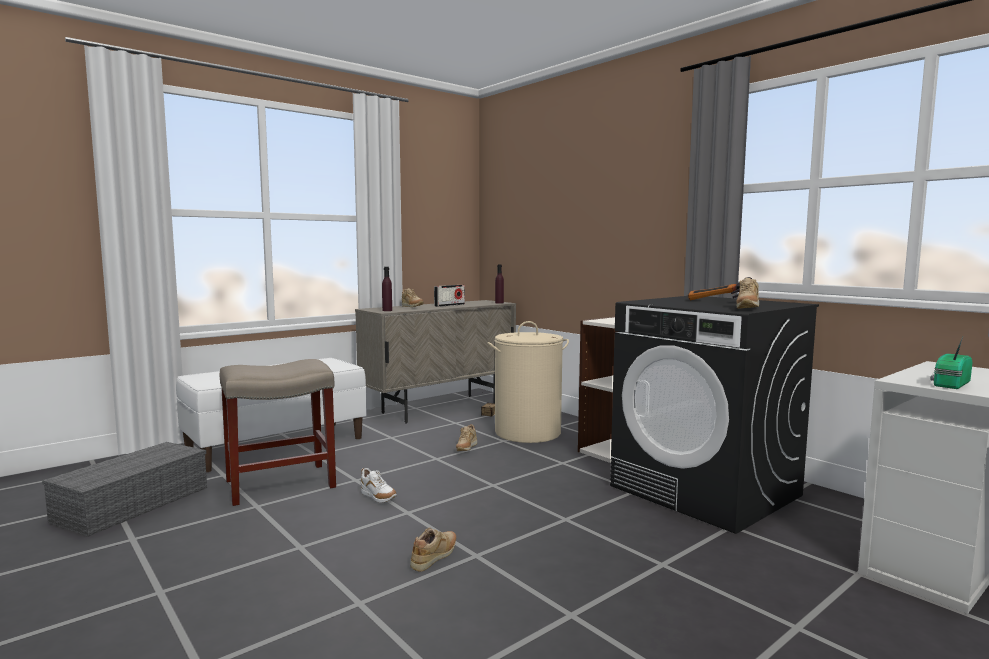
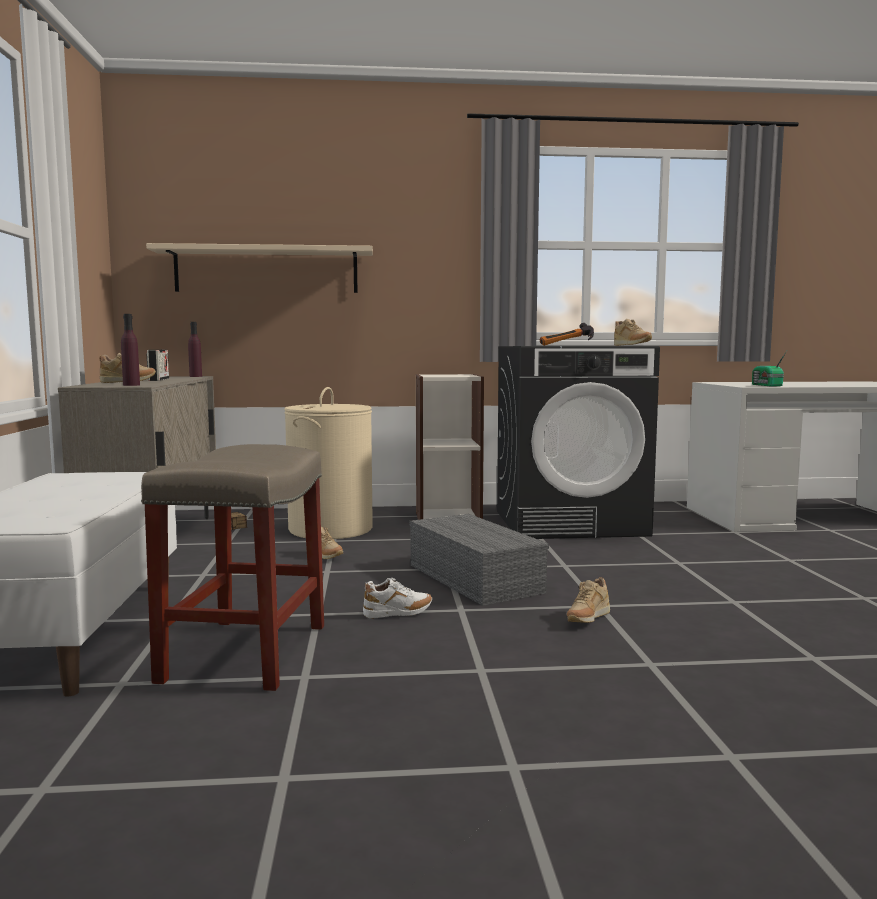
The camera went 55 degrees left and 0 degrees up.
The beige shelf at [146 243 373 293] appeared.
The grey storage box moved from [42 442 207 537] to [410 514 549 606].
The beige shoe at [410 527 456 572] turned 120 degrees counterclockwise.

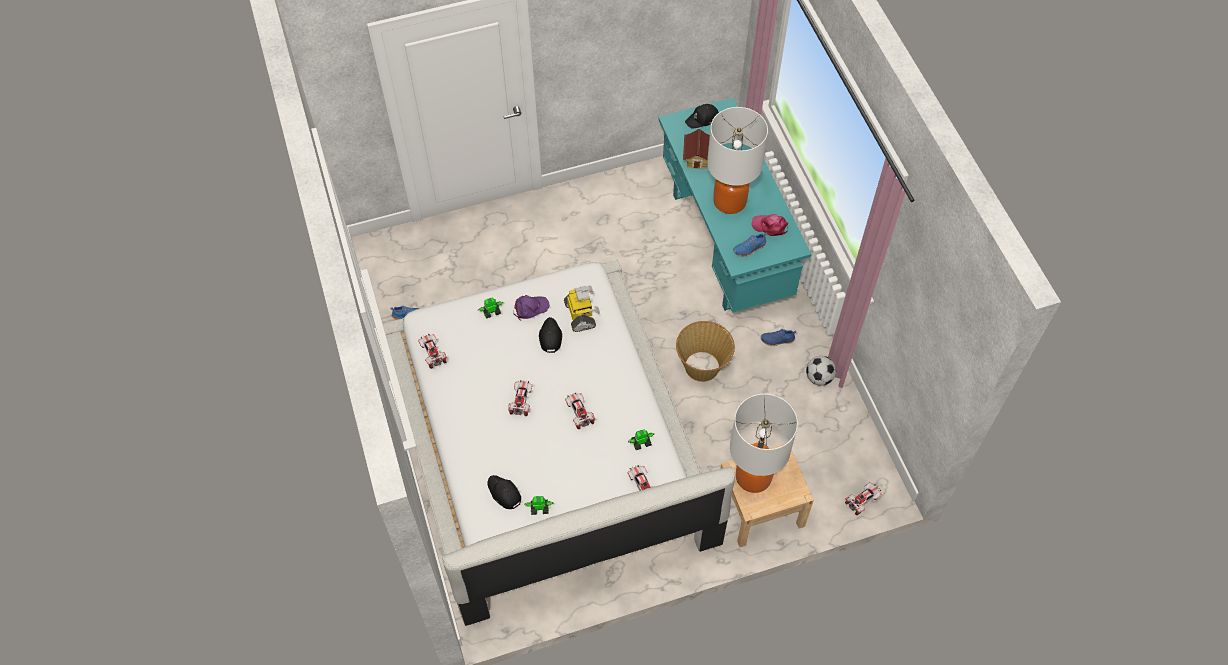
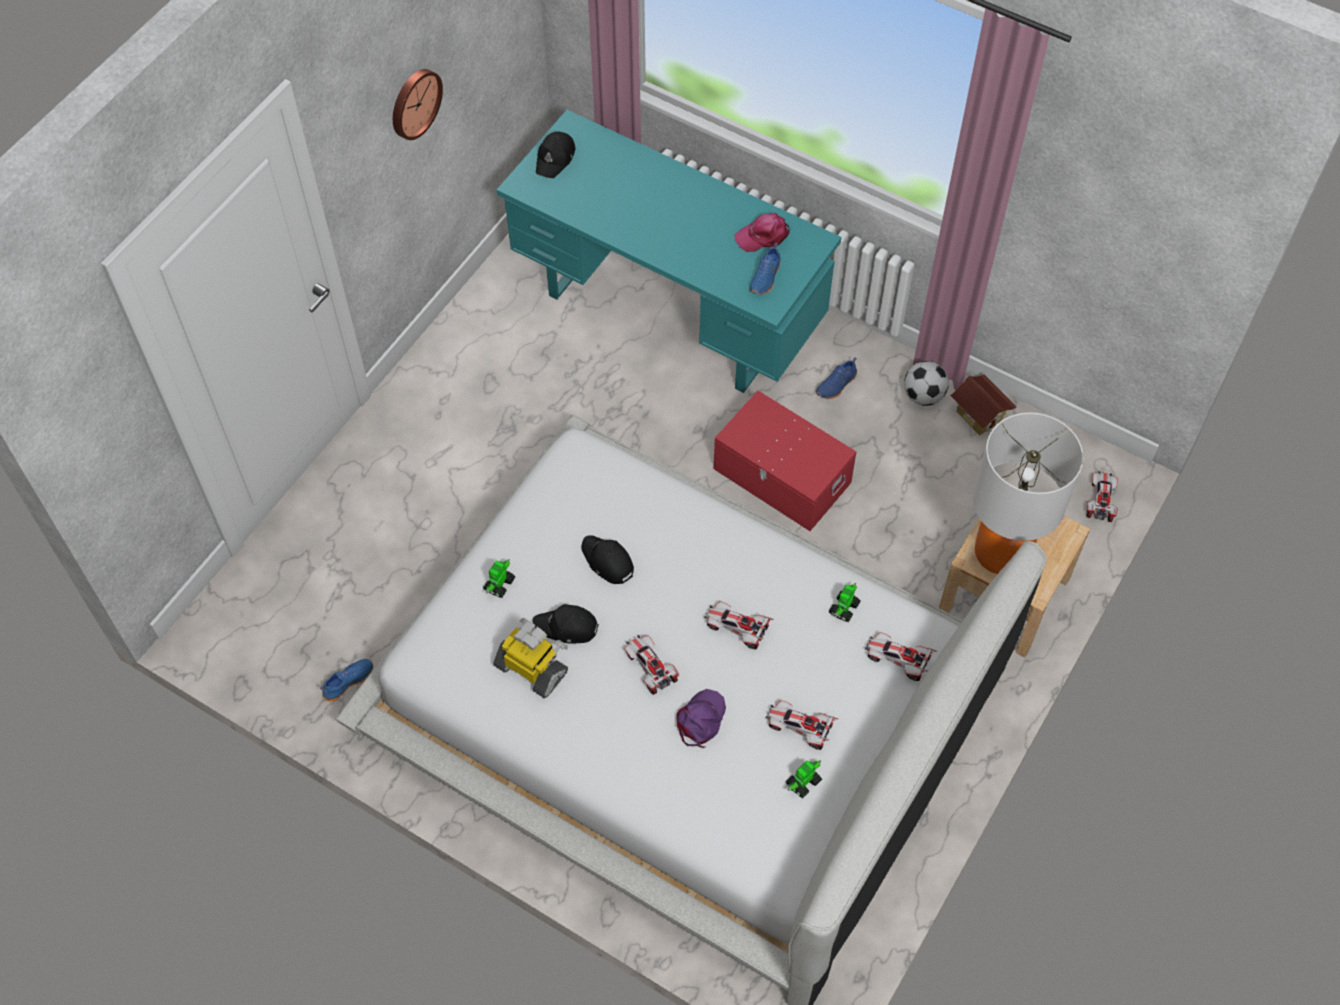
The camera went 40 degrees left and 0 degrees up.
The table lamp at [707 107 768 214] disappeared.
The wall clock at [393 69 443 140] appeared.
The toy car moved from [418 334 447 369] to [766 700 839 750].
The black cap moved from [488 475 521 509] to [533 604 599 643].
The purple cap moved from [513 295 550 320] to [676 689 726 748].
The toy robot moved from [564 285 600 332] to [493 618 568 698].
The toy house moved from [683 129 710 169] to [950 374 1016 435].
The basket at [676 321 735 382] was replaced by the red storage box at [714 391 856 531].

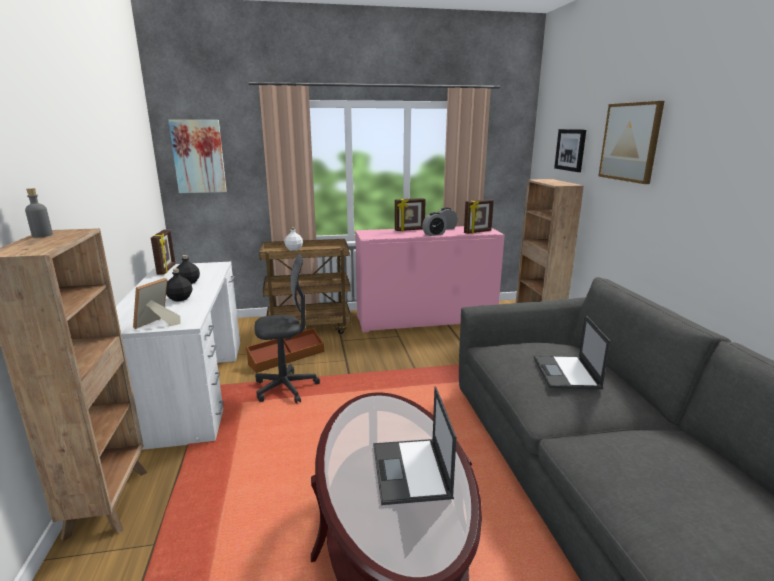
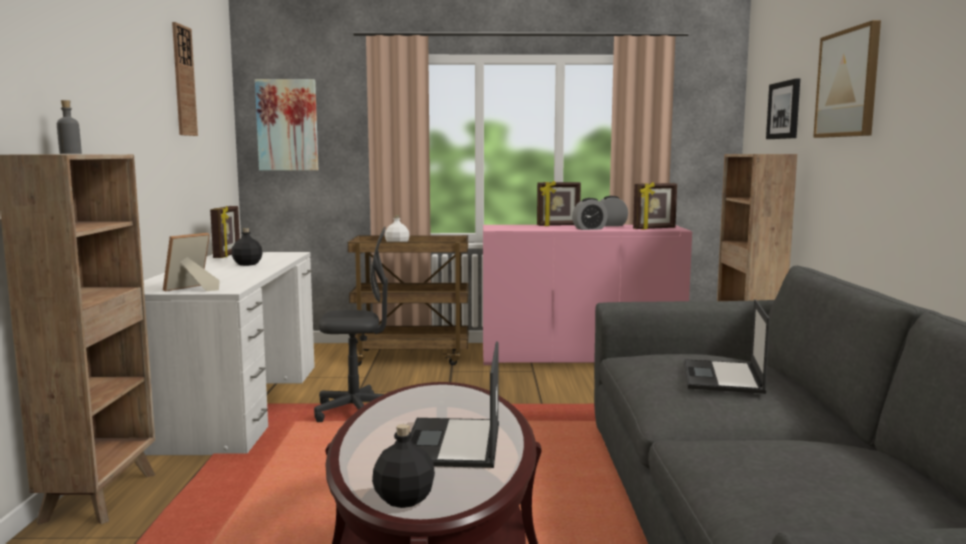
The camera went 10 degrees right and 10 degrees down.
The brown storage box at [246 328 324 373] disappeared.
The wall clock at [172 22 198 136] appeared.
The black bottle moved from [166 268 192 301] to [372 424 435 508].

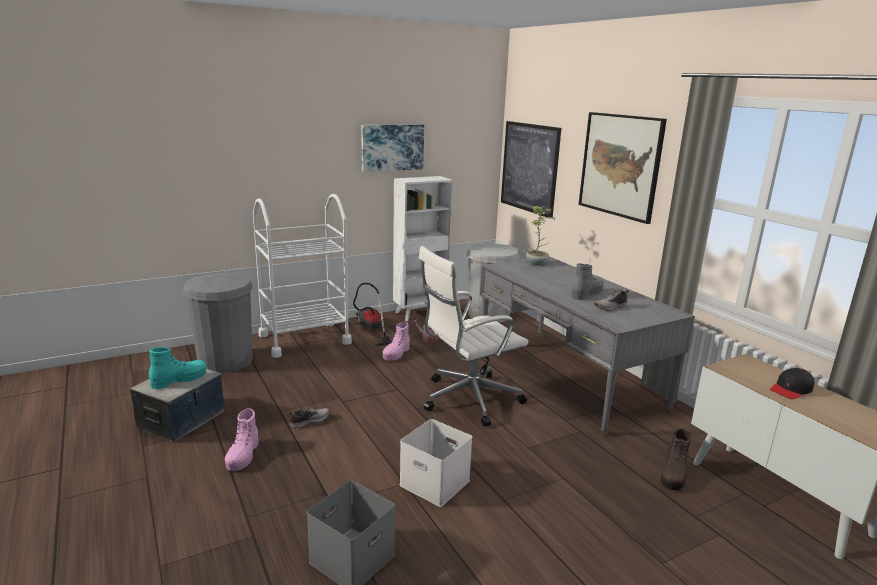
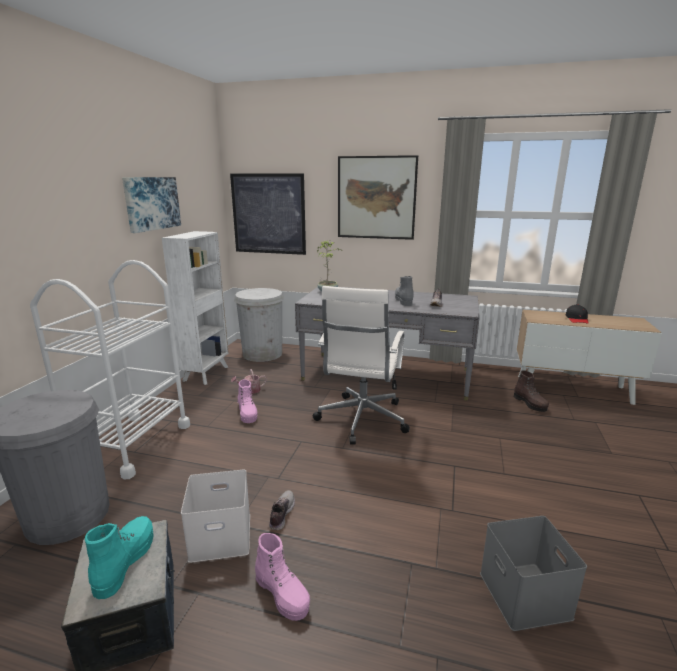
The camera went 45 degrees left and 0 degrees up.
The vacuum cleaner at [353 283 393 346] disappeared.
The white storage box moved from [399 419 472 507] to [181 470 250 563].

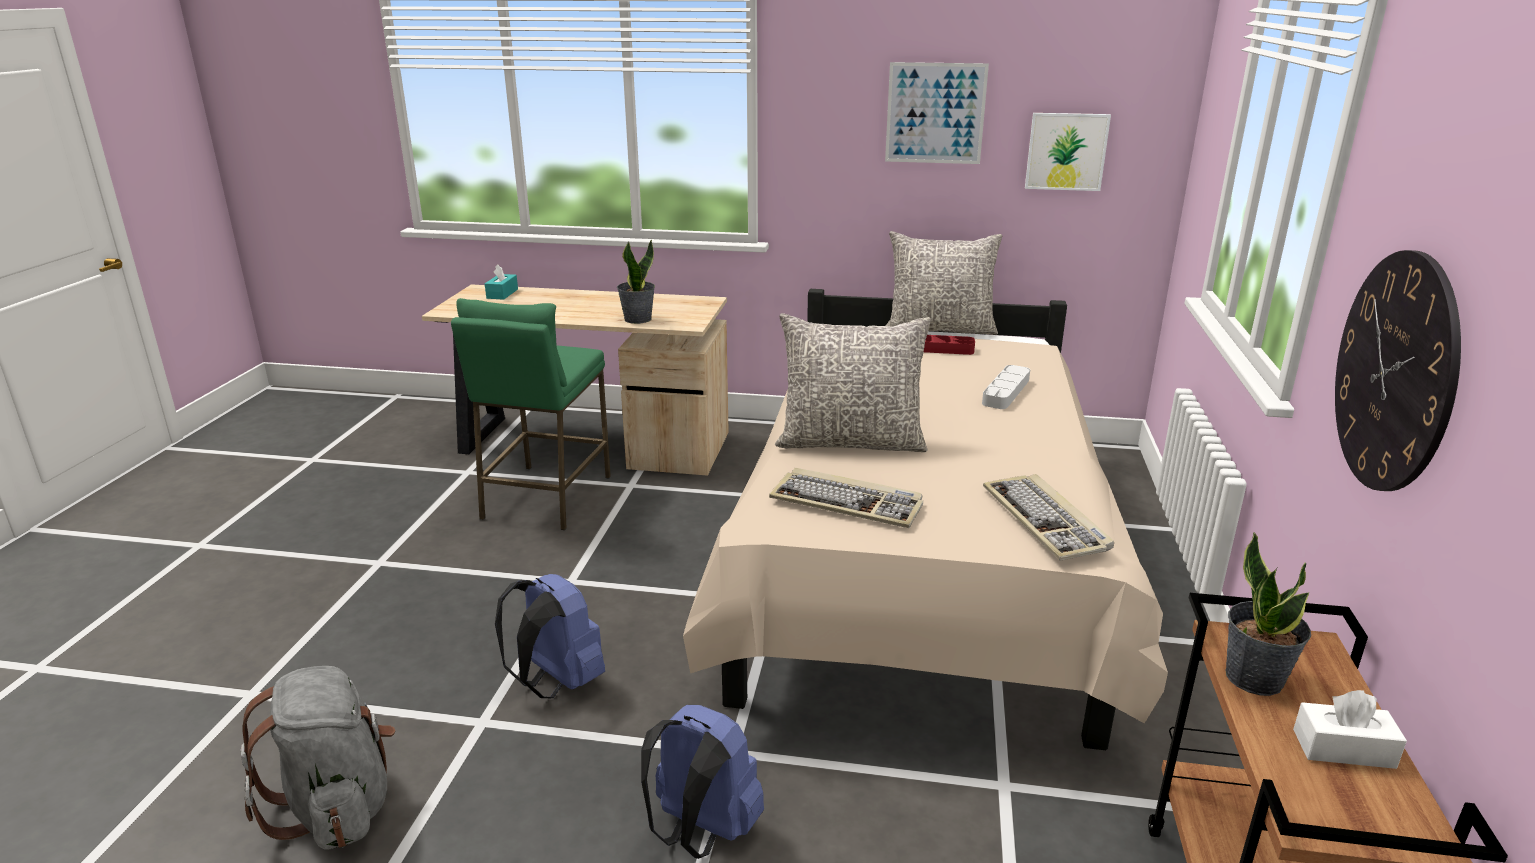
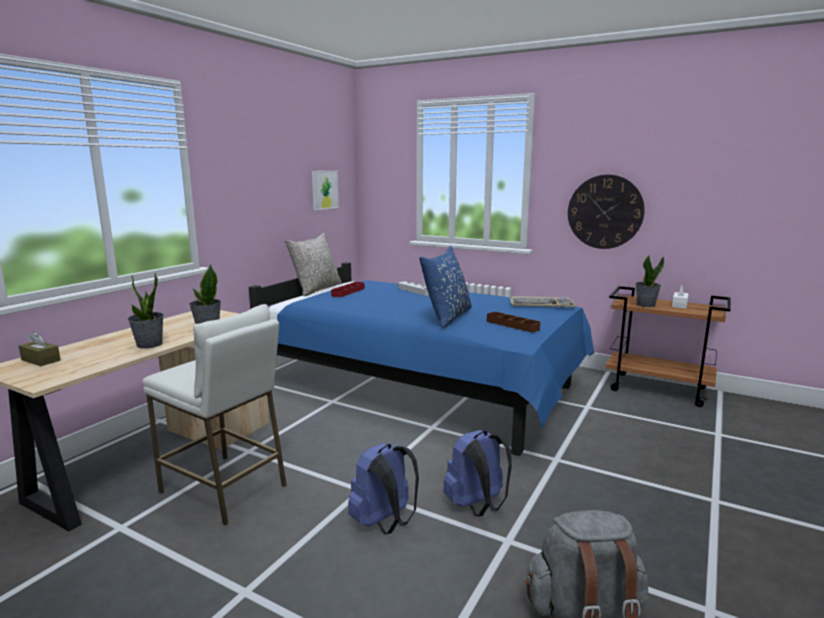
The camera went 70 degrees left and 10 degrees down.
The picture at [885 62 989 164] disappeared.
The potted plant at [128 272 164 349] appeared.
The blue backpack moved from [641 705 764 859] to [348 443 419 534].
The keyboard at [769 468 923 528] was replaced by the brown tray at [487 312 540 332].
The green stool at [451 298 611 530] became the white stool at [142 304 287 525].
The turquoise tissue box at [485 264 518 300] became the brown tissue box at [19 331 60 366].
The beige bed at [683 289 1168 750] became the blue bed at [249 262 594 456].
The grey pillow at [775 313 931 452] became the blue pillow at [419 246 472 328].

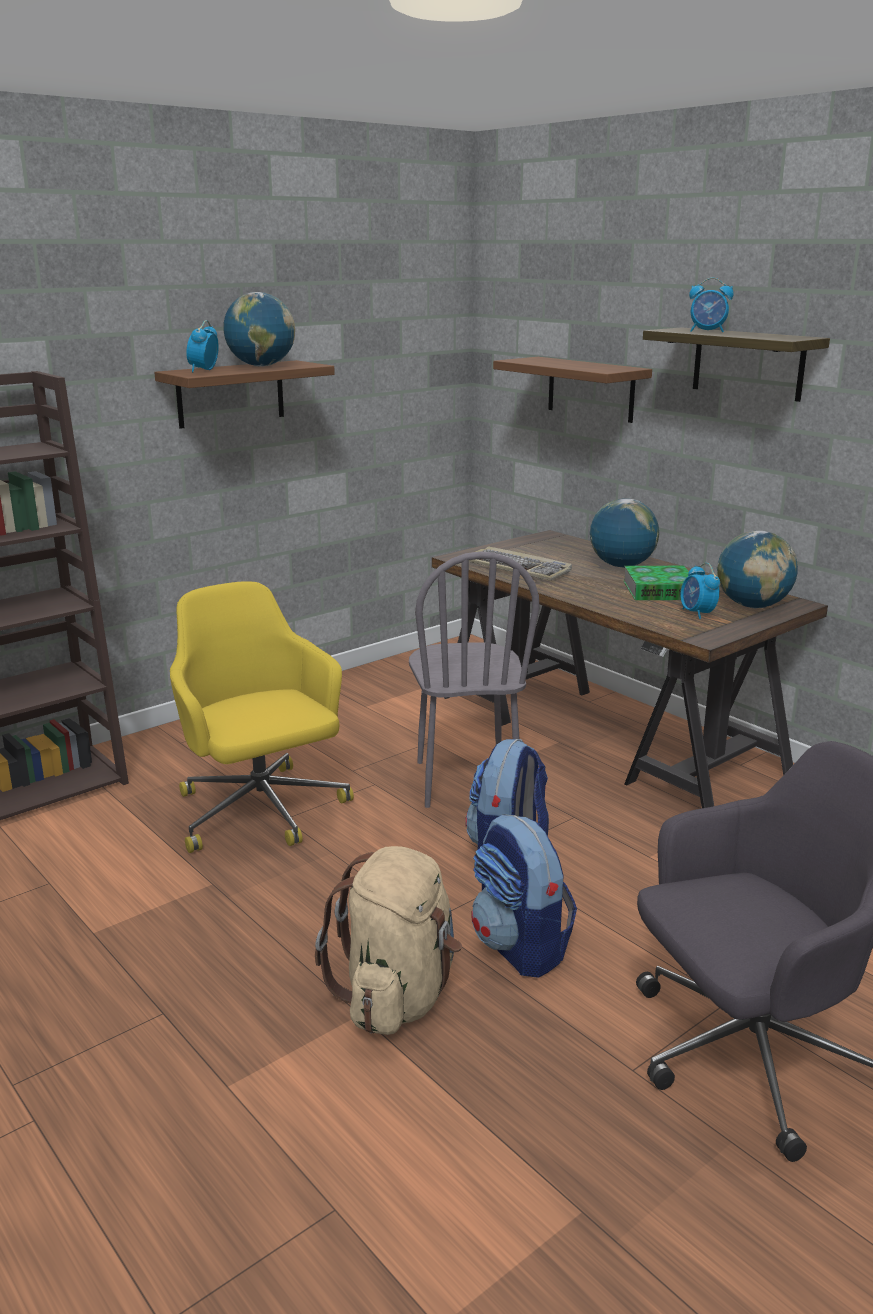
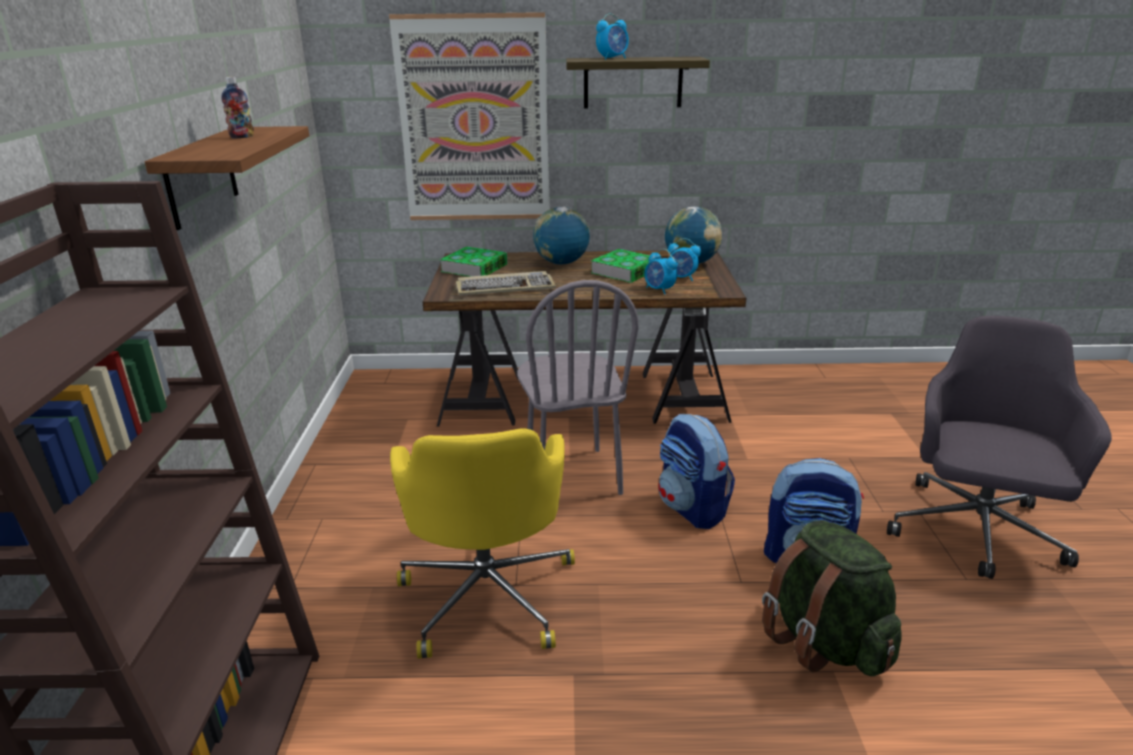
The camera went 50 degrees left and 5 degrees up.
The book at [440 247 508 277] appeared.
The alarm clock moved from [186 320 219 372] to [645 249 678 294].
The globe at [223 292 295 367] was replaced by the bottle at [221 77 254 138].
The shelf at [493 357 652 423] was replaced by the picture at [389 12 550 220].
The beige backpack at [315 846 462 1035] became the green backpack at [762 520 902 676].
The yellow office chair at [170 581 354 853] turned 105 degrees counterclockwise.
The grey chair at [409 551 540 808] turned 45 degrees clockwise.

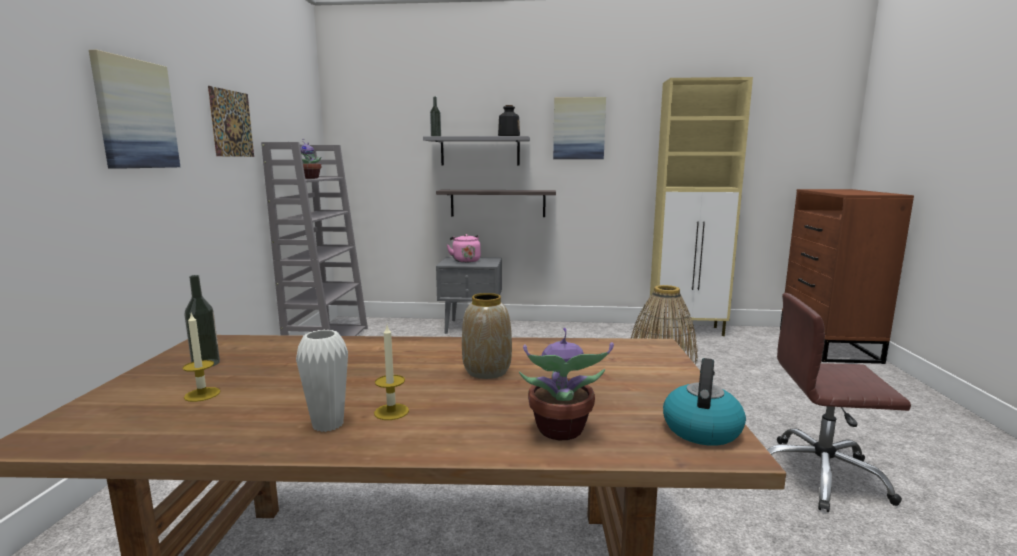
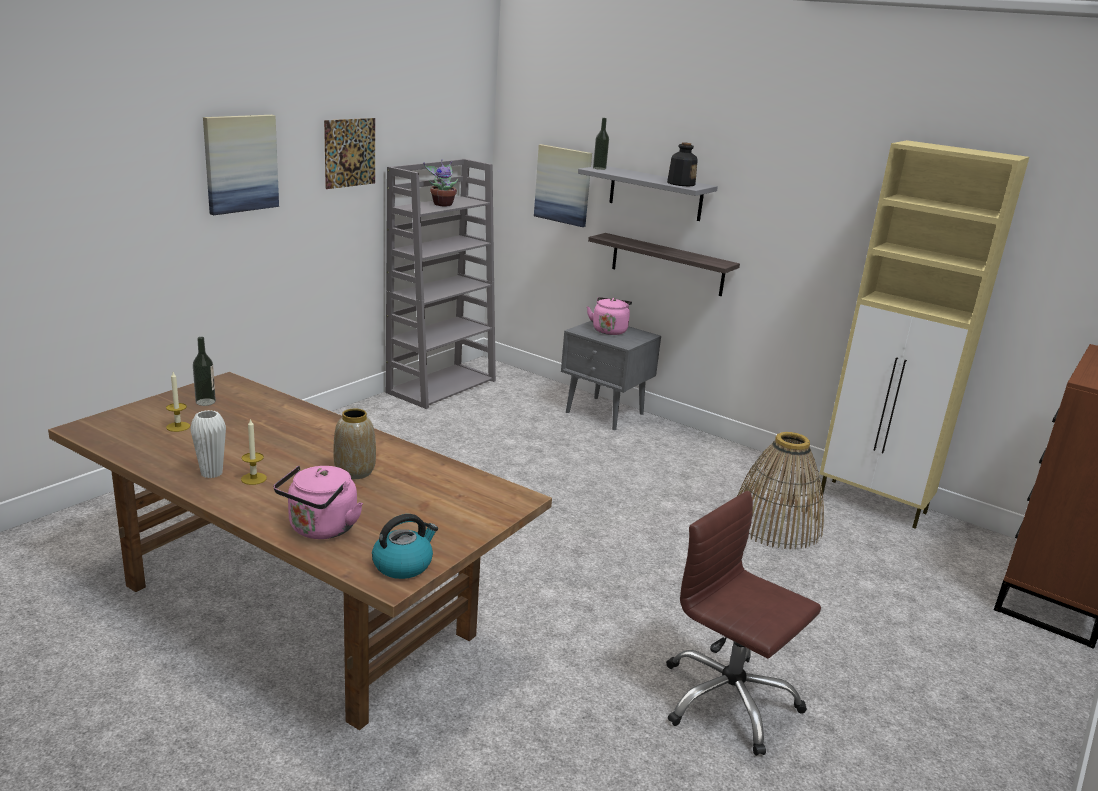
The camera went 30 degrees right and 10 degrees up.
The picture moved from [553 97 606 159] to [534 144 592 227].
The potted plant at [519 328 614 440] was replaced by the pink kettle at [274 465 363 539].

